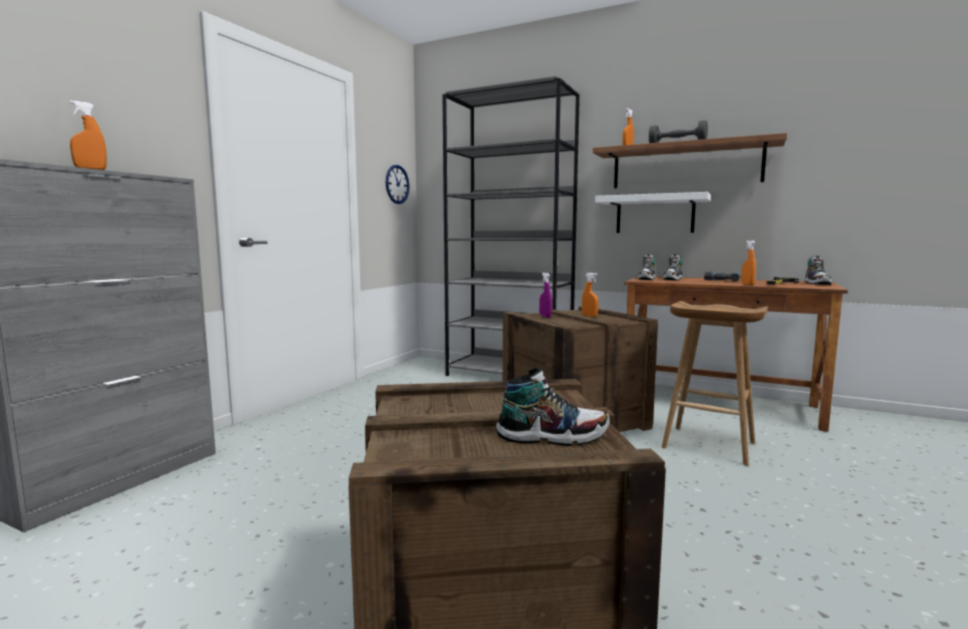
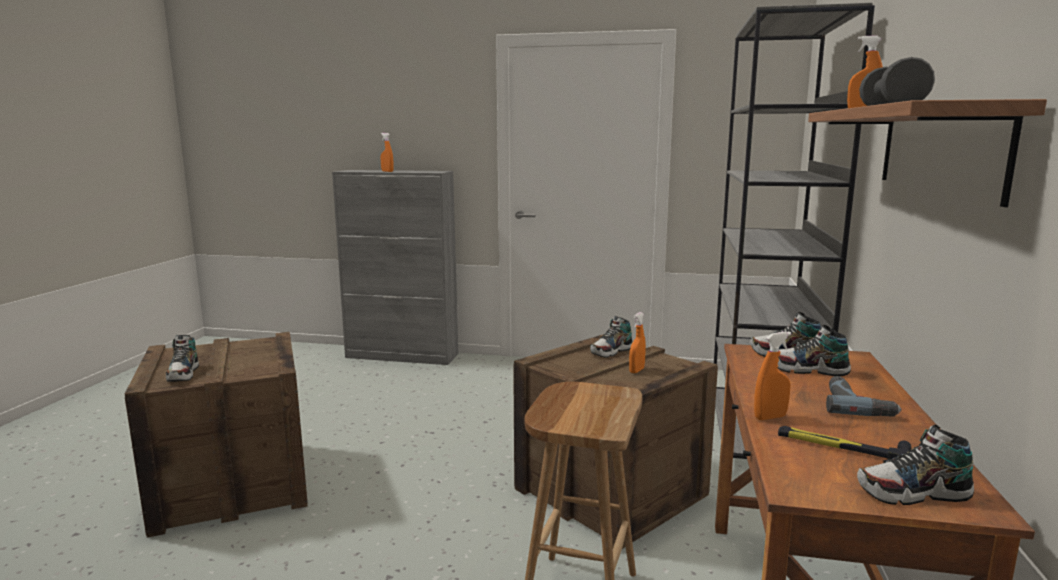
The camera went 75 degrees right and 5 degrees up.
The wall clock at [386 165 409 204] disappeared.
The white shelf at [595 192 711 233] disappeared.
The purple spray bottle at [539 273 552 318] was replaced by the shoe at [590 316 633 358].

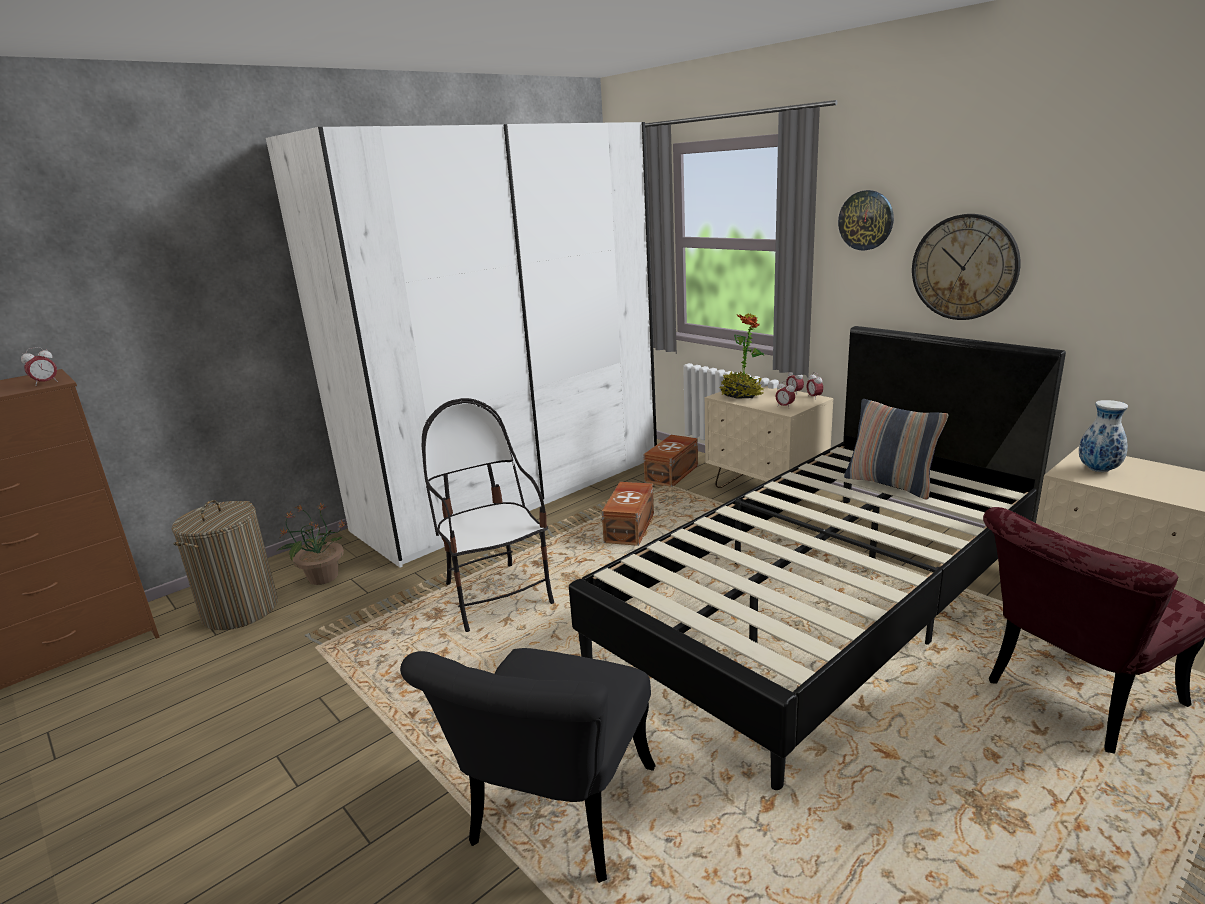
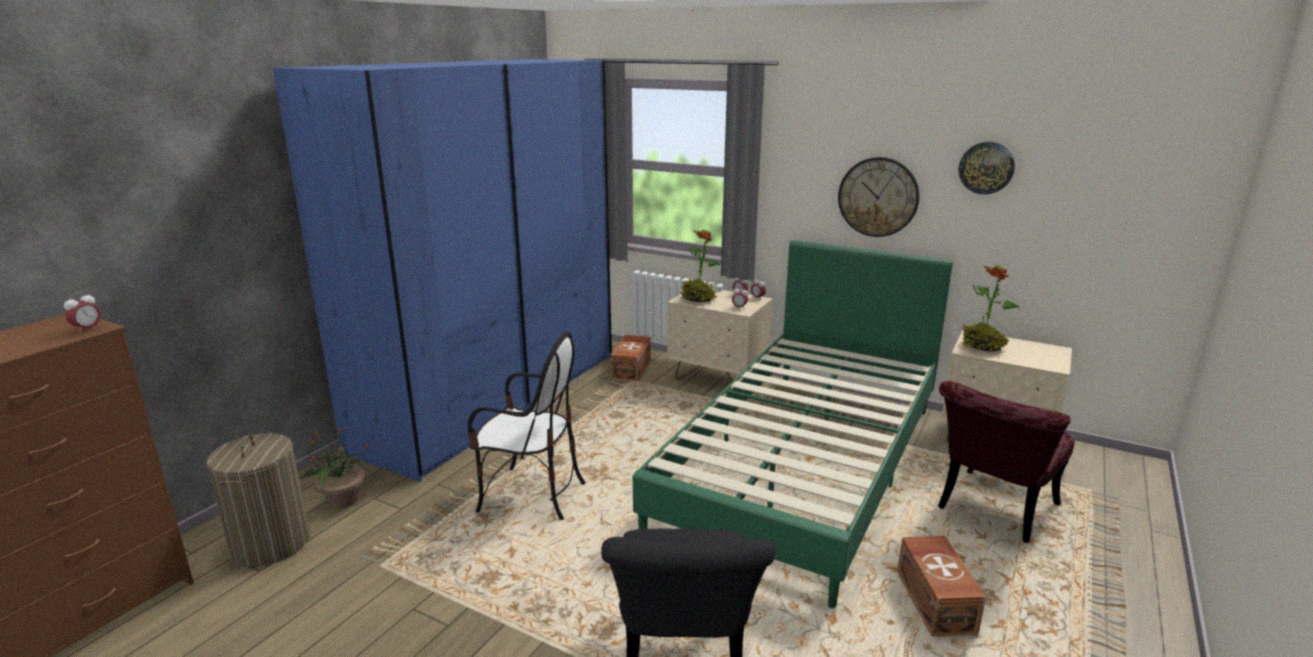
The camera went 20 degrees left and 0 degrees up.
The pillow at [844 399 948 500] disappeared.
The brown storage box moved from [602 482 654 546] to [897 536 986 637].
The wall clock moved from [838 190 894 251] to [958 142 1015 195].
The vase at [1079 400 1128 472] was replaced by the potted plant at [960 265 1020 352].
The white wardrobe at [266 122 657 568] became the blue wardrobe at [273 59 612 482].
The black bed at [569 326 1066 790] became the green bed at [633 240 953 608].
The chair at [422 398 554 632] turned 150 degrees clockwise.

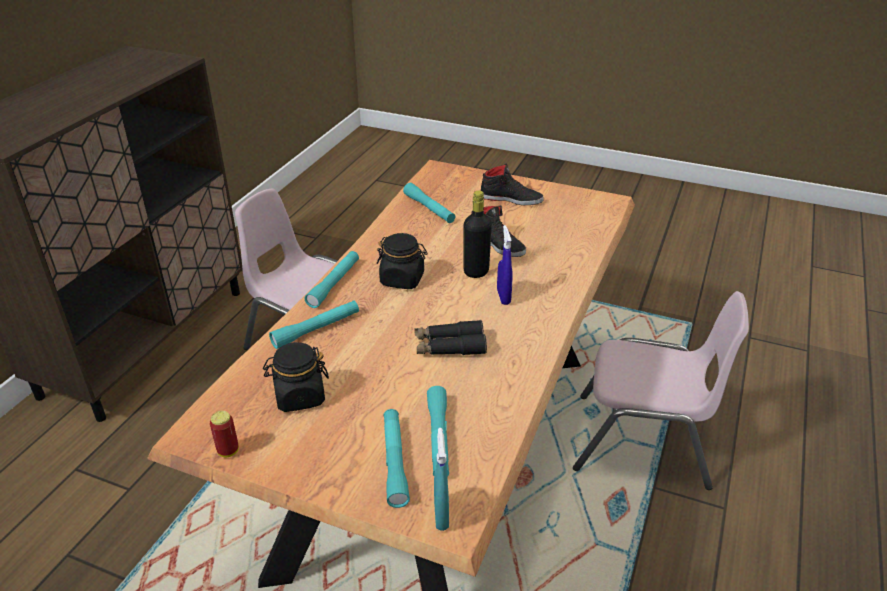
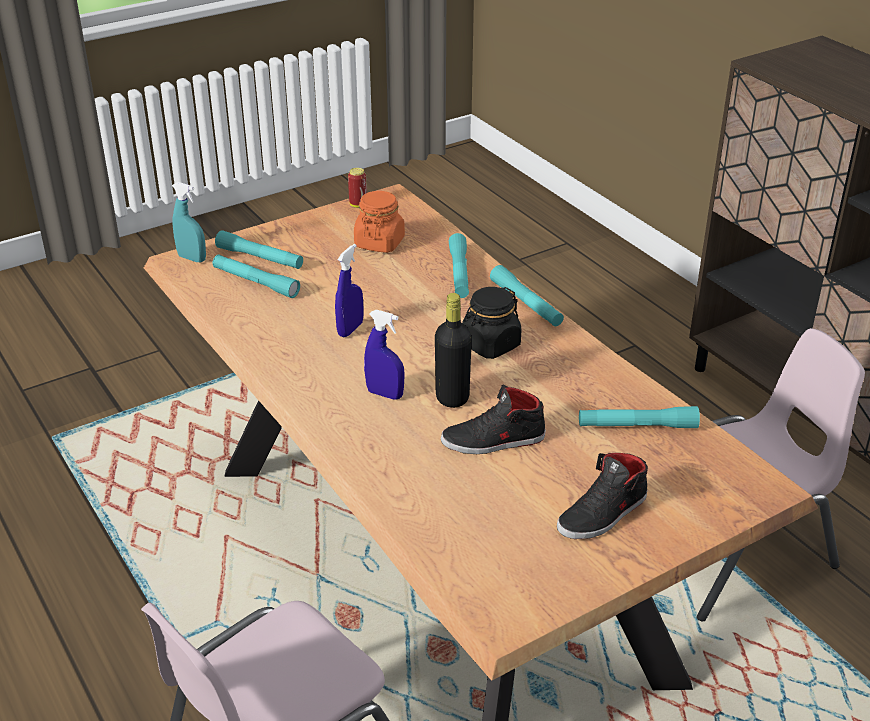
The camera went 125 degrees right and 0 degrees up.
The black binoculars at [414 320 487 355] was replaced by the blue spray bottle at [335 244 363 337].
The black jar at [263 342 329 412] became the orange jar at [354 191 405 253].

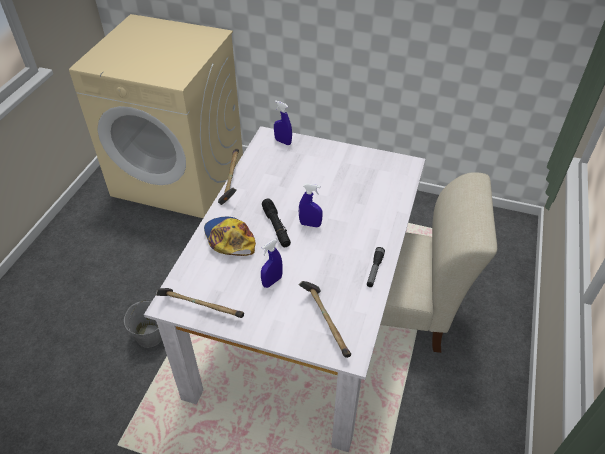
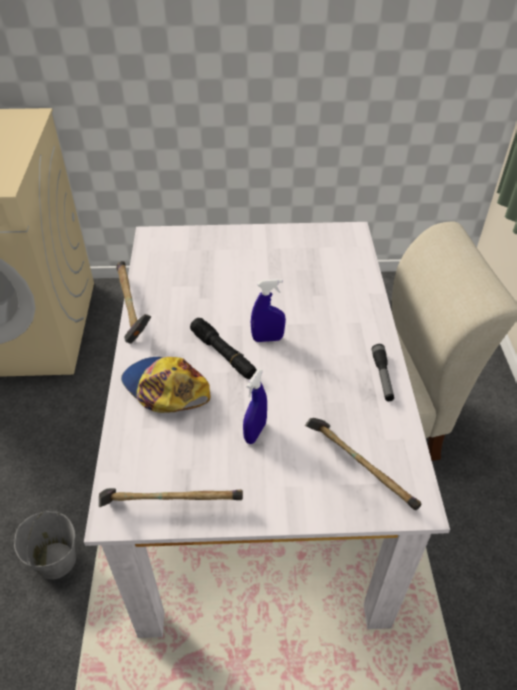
The camera went 20 degrees left and 0 degrees up.
The blue spray bottle at [274 100 292 145] disappeared.

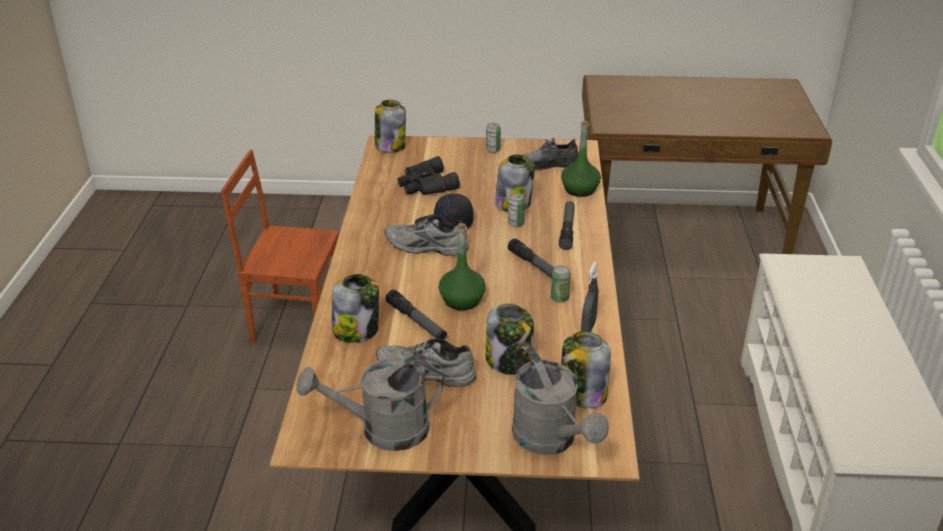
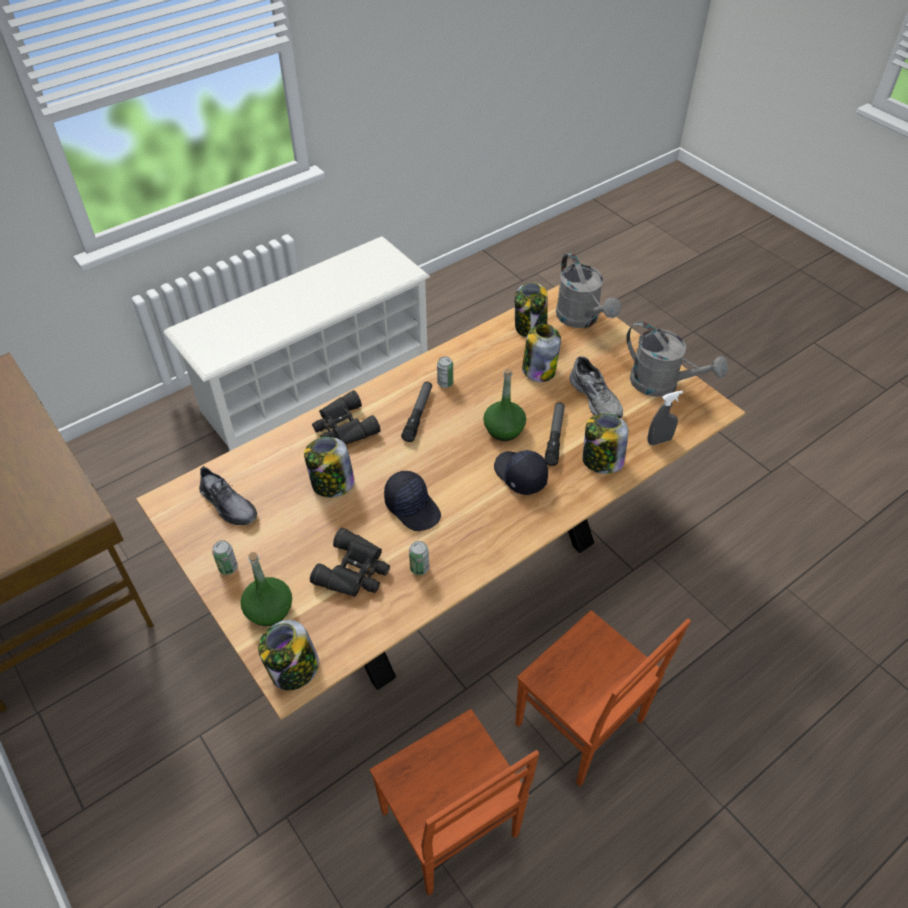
The camera went 130 degrees left and 15 degrees up.
The grey shoe at [384 216 469 256] disappeared.
The black cap at [494 450 548 495] appeared.
The brown chair at [515 610 691 786] appeared.
The can moved from [508 194 525 227] to [409 541 429 575].
The green bottle moved from [561 121 601 197] to [241 552 292 626].
The grey spray bottle moved from [581 262 598 332] to [648 391 683 445].
The flashlight at [559 201 575 250] was replaced by the black binoculars at [312 390 381 444].
The grey watering can at [512 345 609 455] turned 135 degrees clockwise.

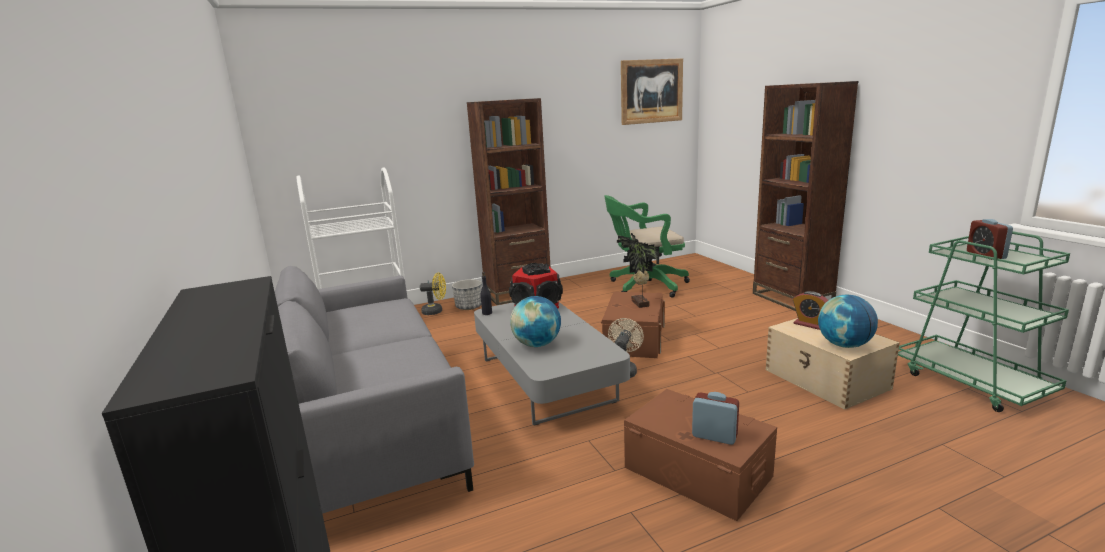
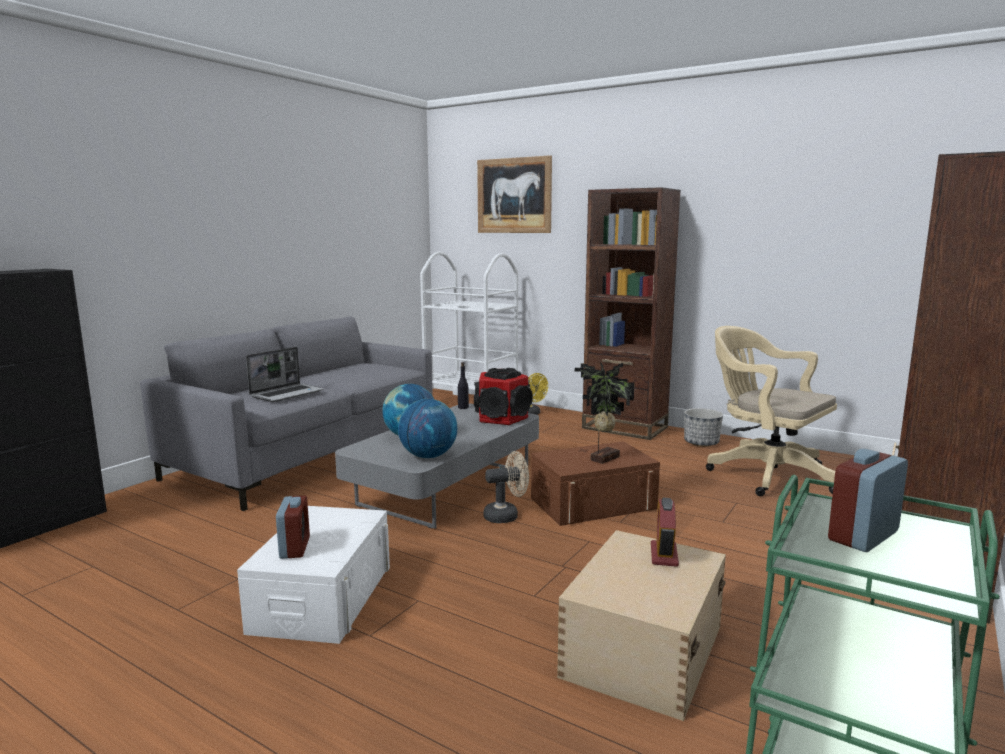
The camera went 55 degrees right and 5 degrees down.
The laptop at [246 347 324 402] appeared.
The planter moved from [452 279 482 310] to [684 408 723 447].
The picture moved from [621 58 683 125] to [477 155 552 233].
The globe moved from [818 295 878 348] to [398 399 457 458].
The green office chair at [604 195 690 298] became the beige office chair at [706 326 837 496].
The brown storage box at [624 389 777 521] became the white storage box at [237 506 390 644].

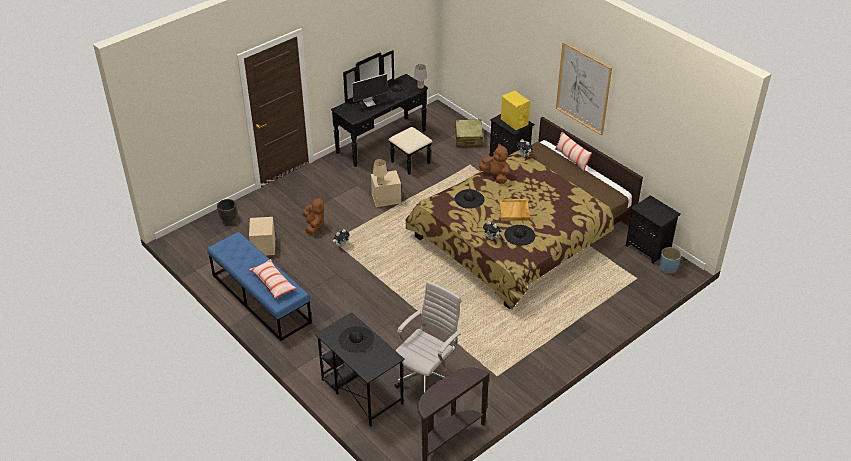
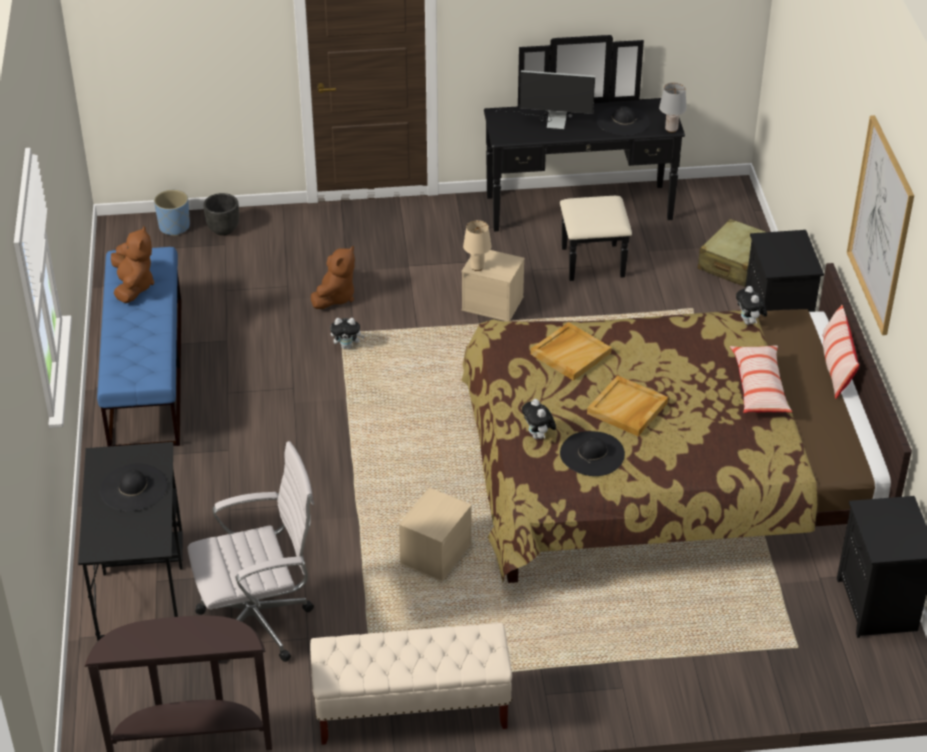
The camera went 35 degrees right and 0 degrees up.
The yellow speaker at [501 91 530 130] disappeared.
The beige bench at [310 623 512 745] appeared.
The beige storage box moved from [249 217 275 256] to [398 487 472 582].
The pillow moved from [249 259 297 299] to [730 346 792 413].
The brown plush toy moved from [479 144 510 184] to [111 225 154 303].
The blue planter moved from [660 247 681 274] to [154 190 190 236].
The black hat at [454 189 485 209] was replaced by the beige tray at [531 322 612 381].

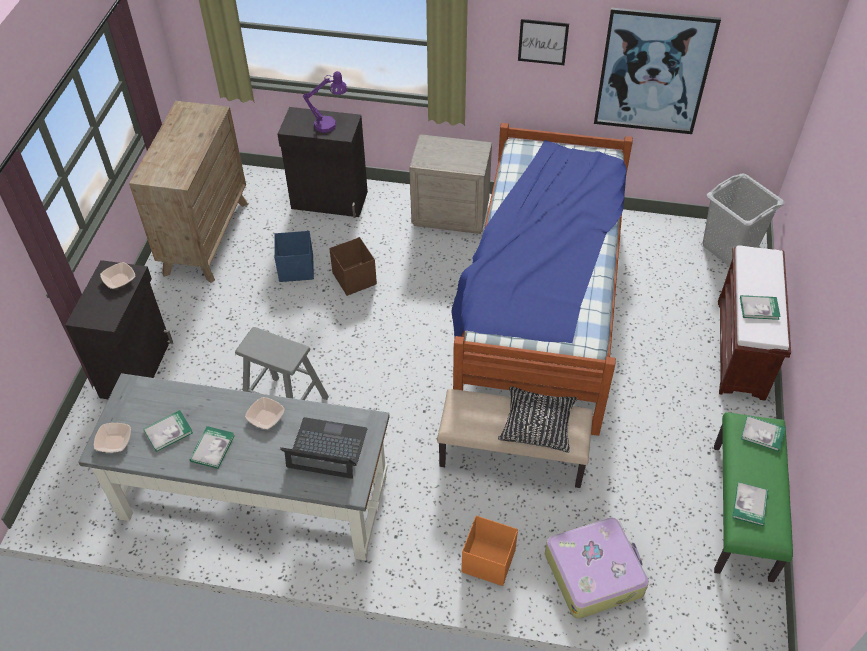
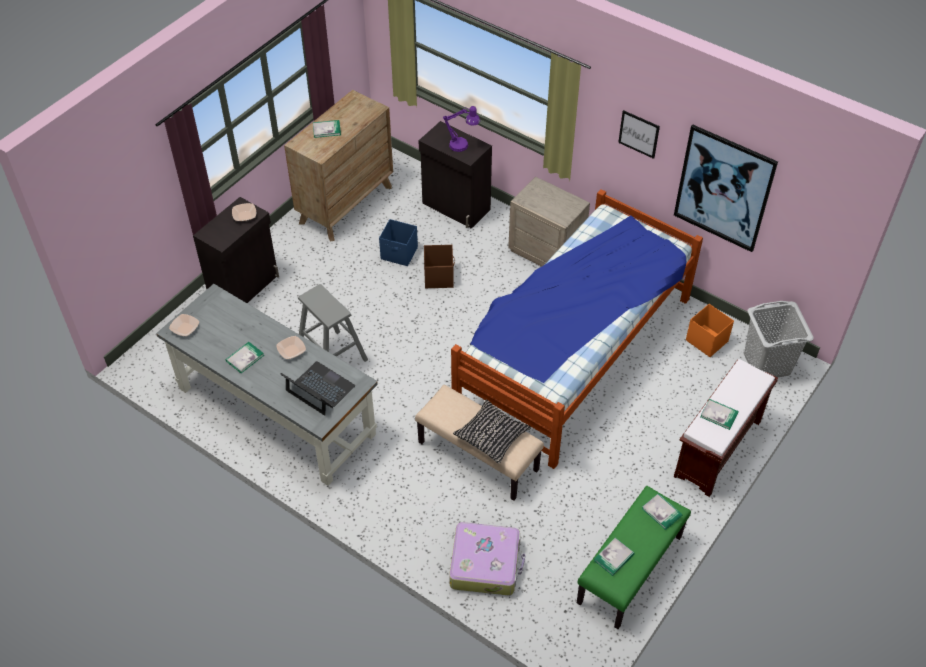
The camera went 25 degrees right and 0 degrees up.
The book moved from [143 410 193 452] to [313 120 341 138].
The orange storage box moved from [461 516 518 586] to [686 304 734 357].

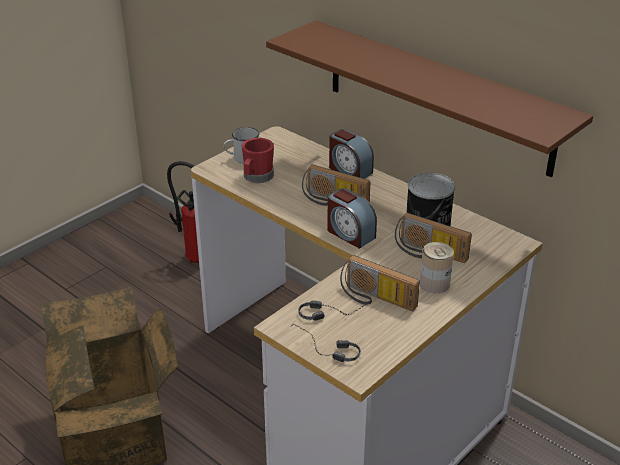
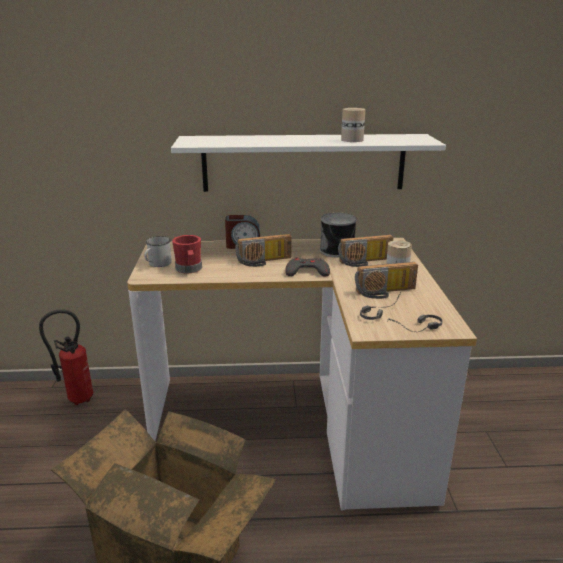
The camera went 45 degrees left and 10 degrees down.
The can at [341 108 365 142] appeared.
The alarm clock at [327 188 377 249] was replaced by the grey game controller at [285 257 330 277].
The brown shelf at [266 21 593 177] became the white shelf at [171 134 446 192].

